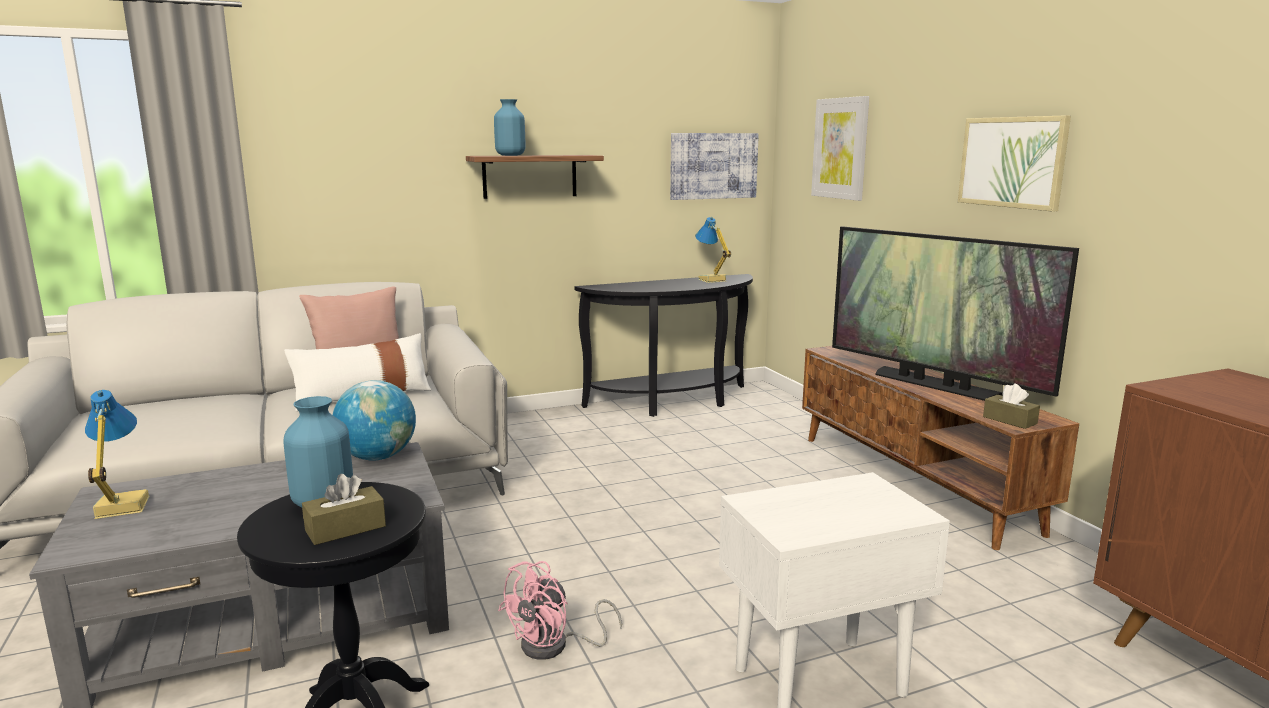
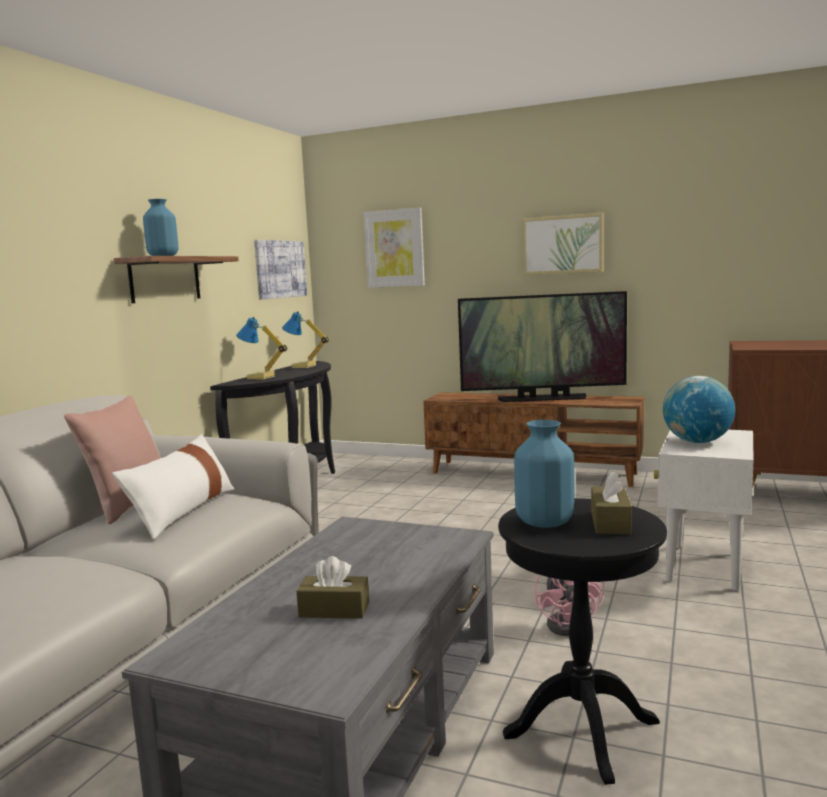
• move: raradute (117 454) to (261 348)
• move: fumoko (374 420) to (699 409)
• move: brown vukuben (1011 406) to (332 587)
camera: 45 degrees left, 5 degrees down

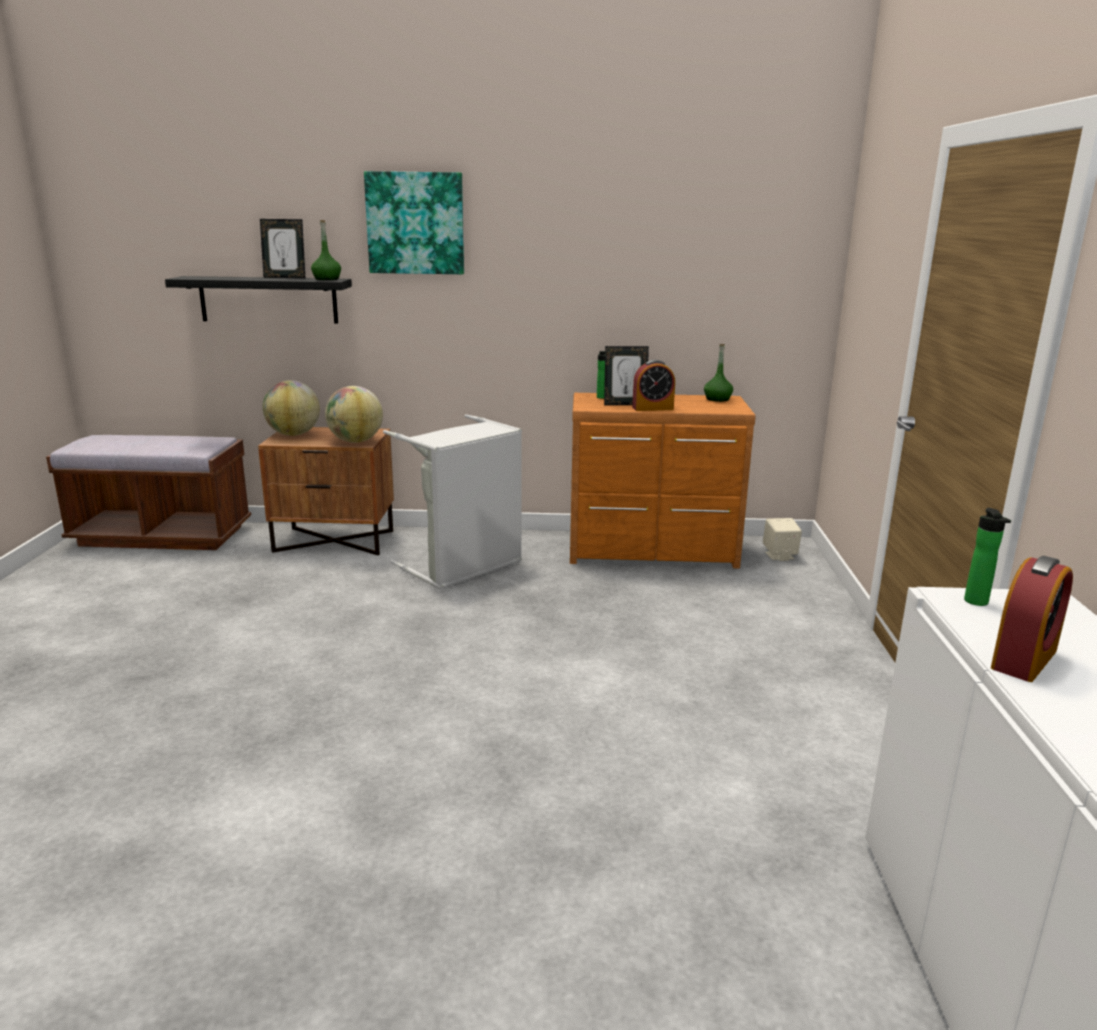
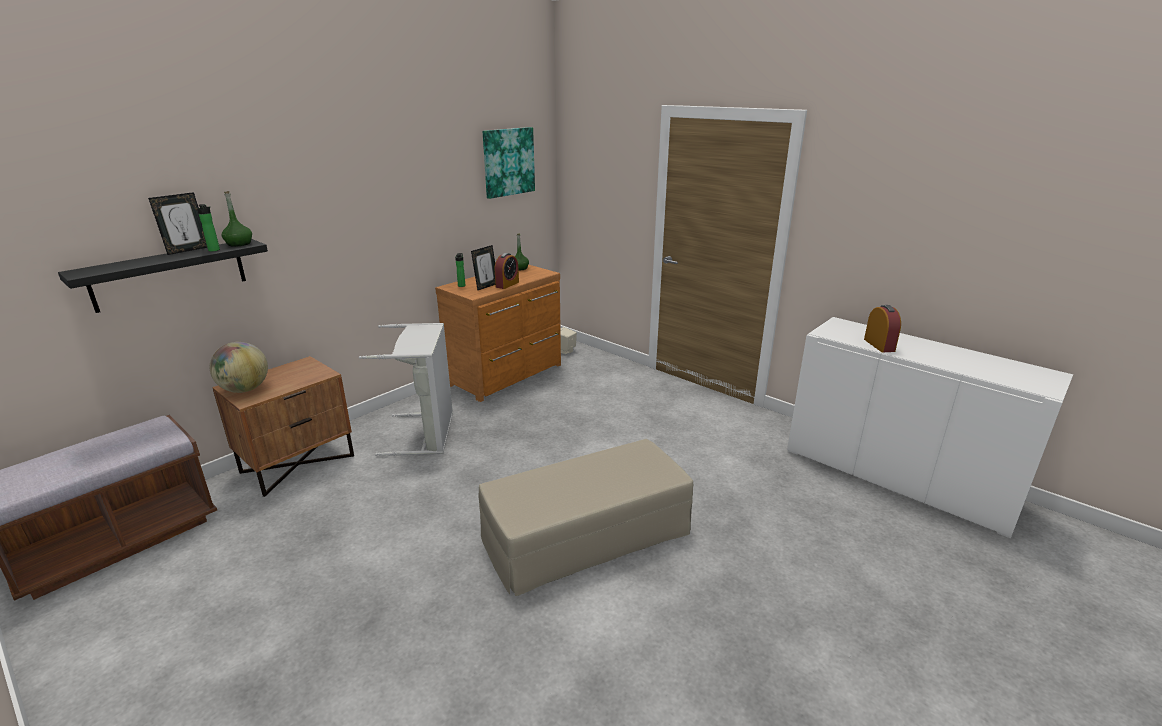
• delete: fumoko (354 414)
• insert: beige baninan (585 517)
• move: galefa (414 223) to (509 163)
• move: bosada (987 557) to (208 227)
camera: 50 degrees left, 5 degrees up

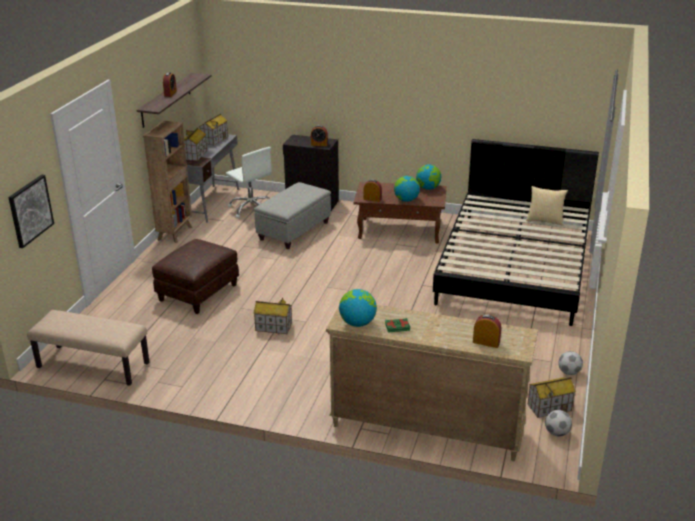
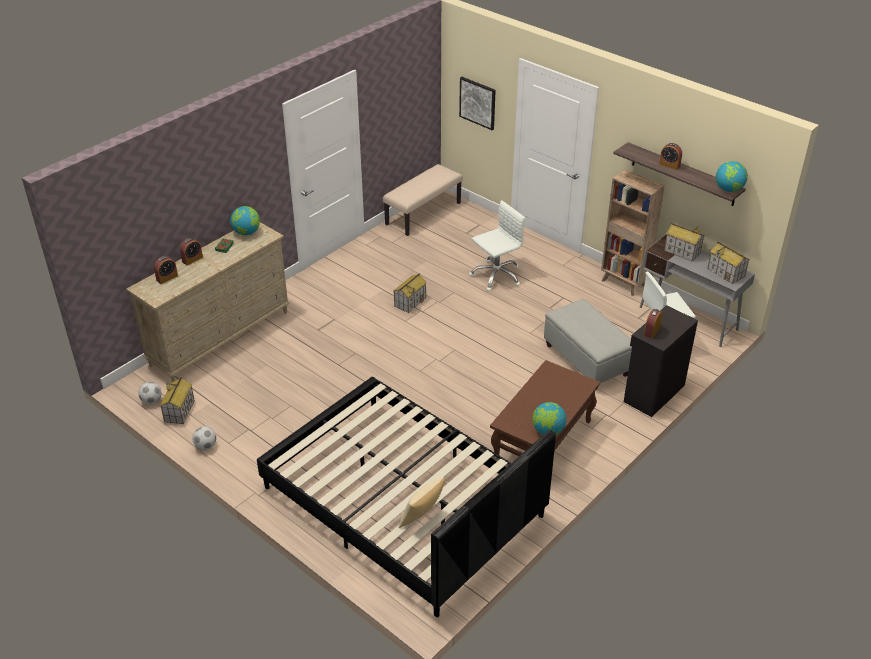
• move: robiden (373 190) to (191 251)
• move: fumoko (407 189) to (732 176)
• replace: brown baninan (195 276) to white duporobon (497 246)
camera: 115 degrees right, 10 degrees up

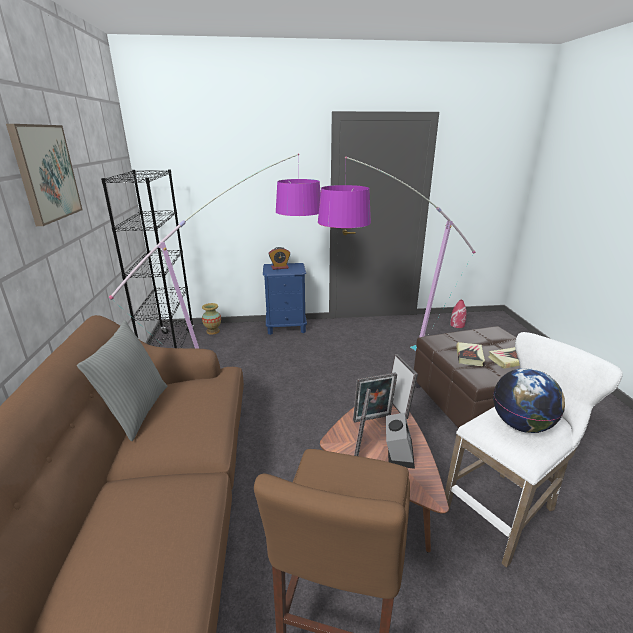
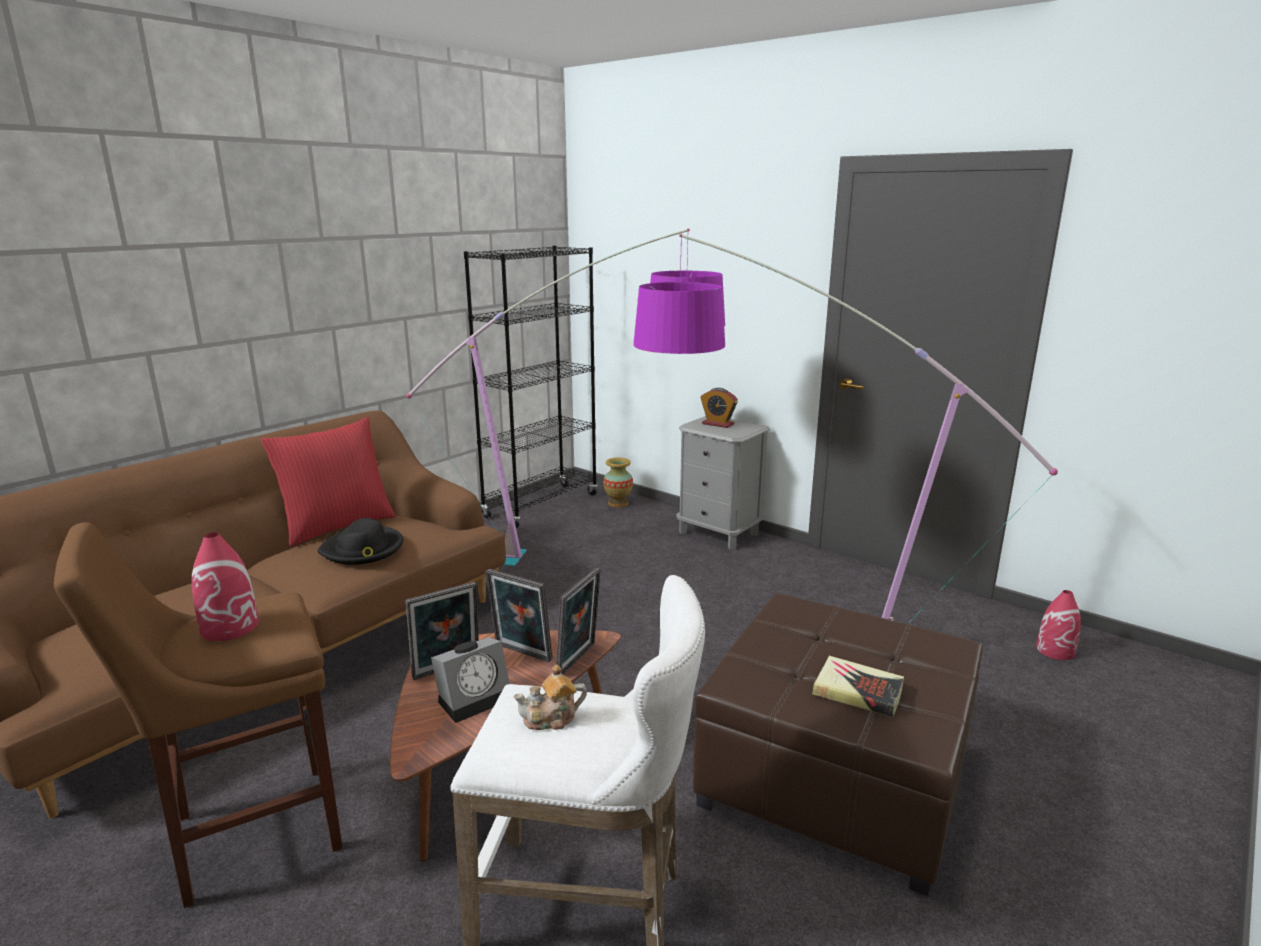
• delete: galefa (44 175)
• delete: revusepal (470 354)
• insert: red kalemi (225 586)
• insert: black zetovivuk (360 541)
• replace: fumoko (529 400) to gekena (550 697)
• recolor: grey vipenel (122 380) to red vipenel (328 481)
• recolor: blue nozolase (285 299) to grey nozolase (723 483)
camera: 45 degrees right, 5 degrees down

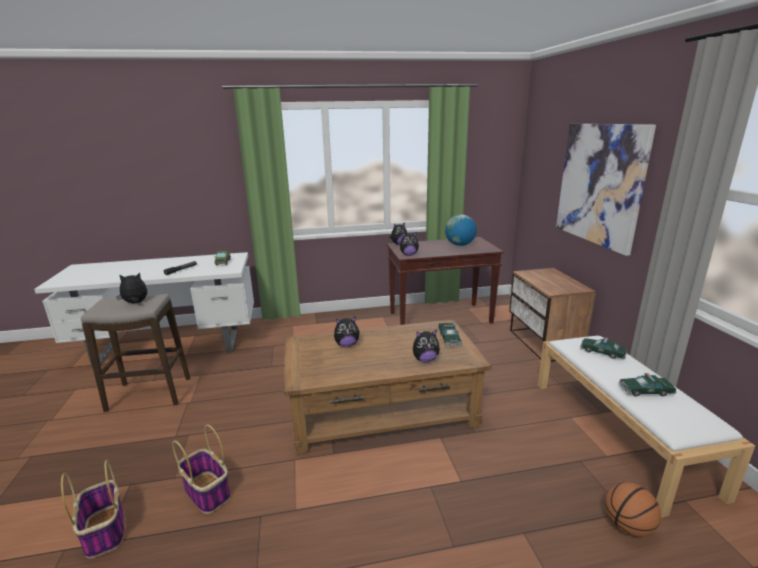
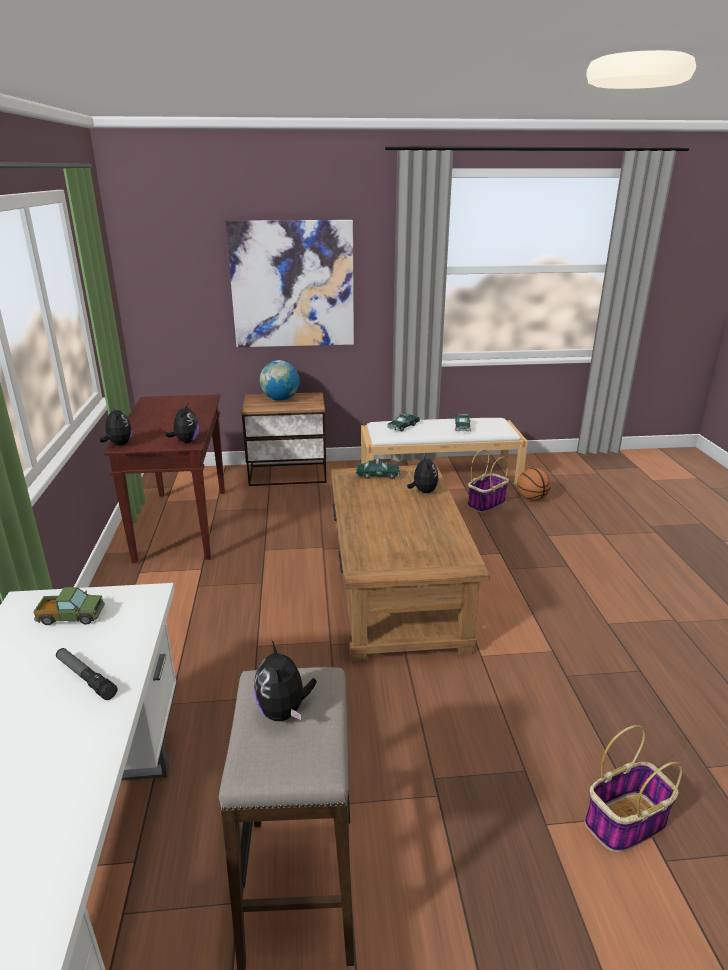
• delete: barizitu (347 332)
• move: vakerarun (201 469) to (488 481)
• move: fumoko (461 230) to (279 380)
camera: 85 degrees left, 5 degrees up

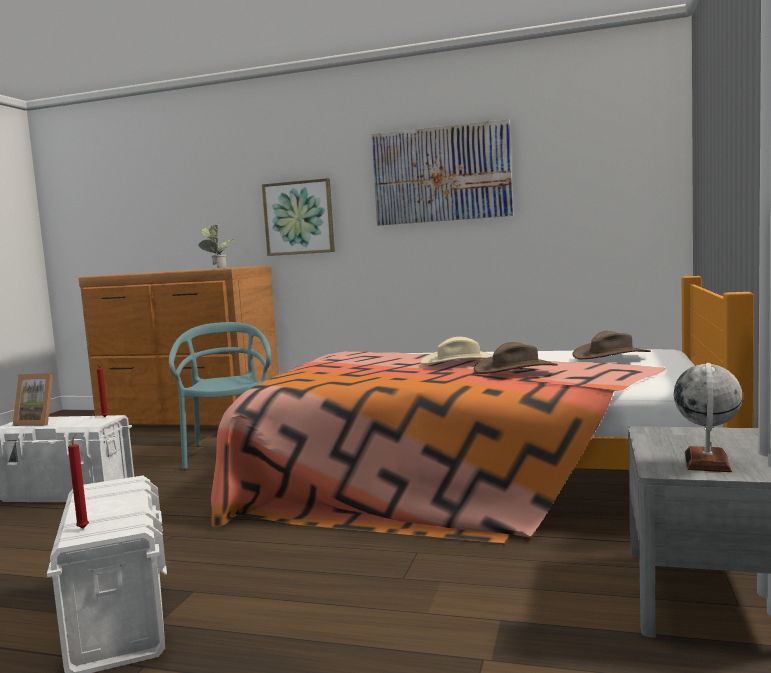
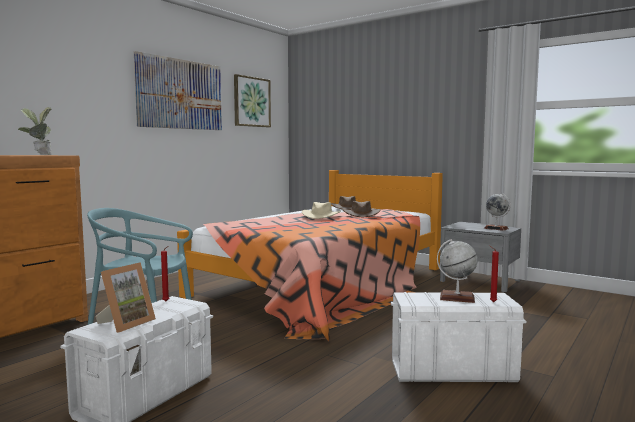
• insert: fumoko (457 271)
• move: galefa (298 217) to (252 100)
camera: 70 degrees left, 0 degrees up

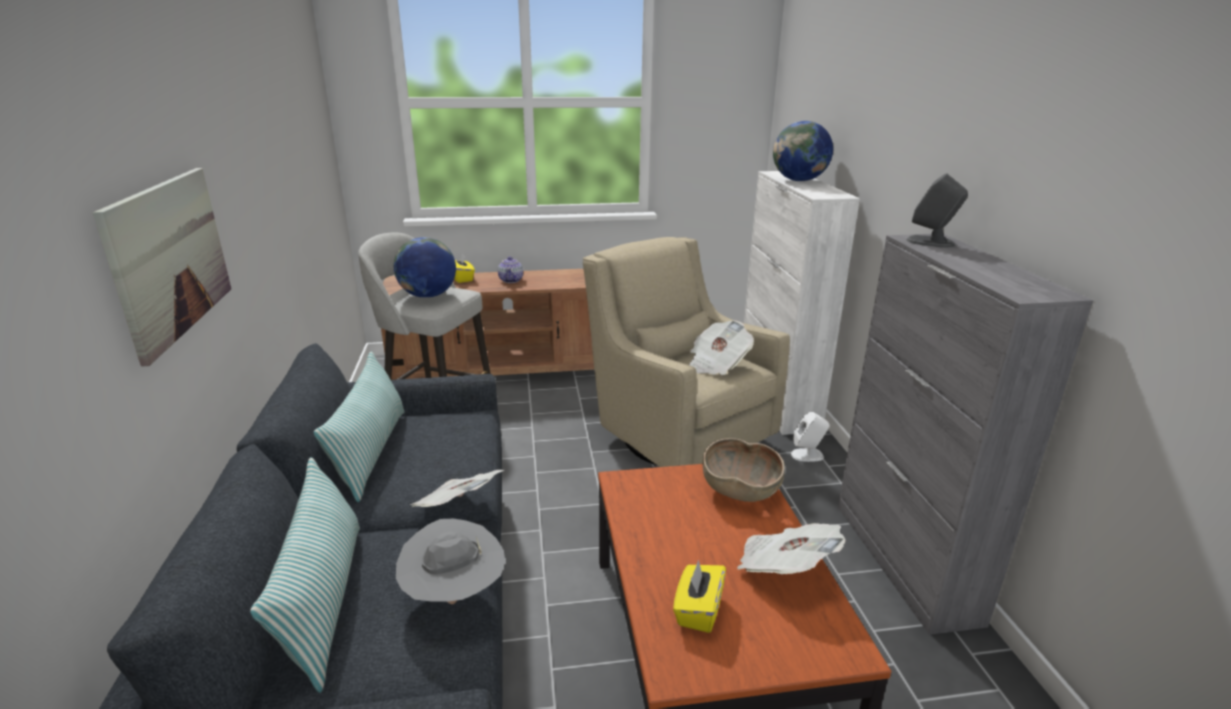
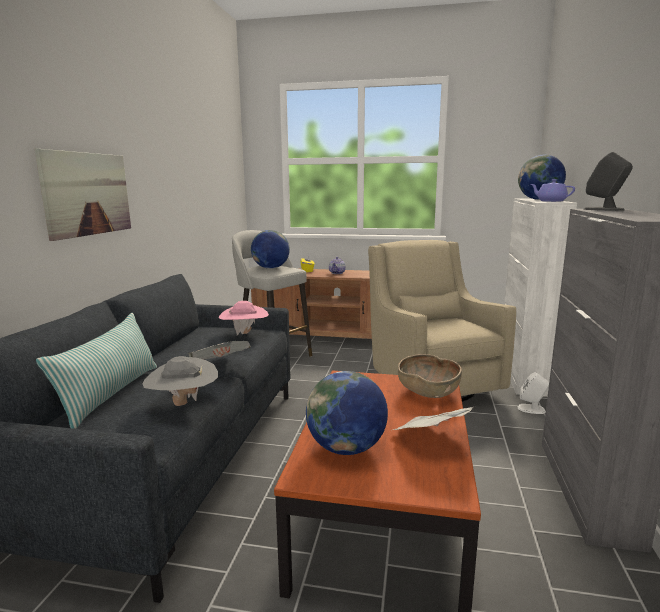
• delete: vipenel (359 426)
• delete: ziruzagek (721 347)
• insert: pink zetovivuk (244 318)
• insert: purple gekena (553 190)
• replace: yellow vukuben (699 596) to fumoko (347 413)
camera: 20 degrees right, 10 degrees down

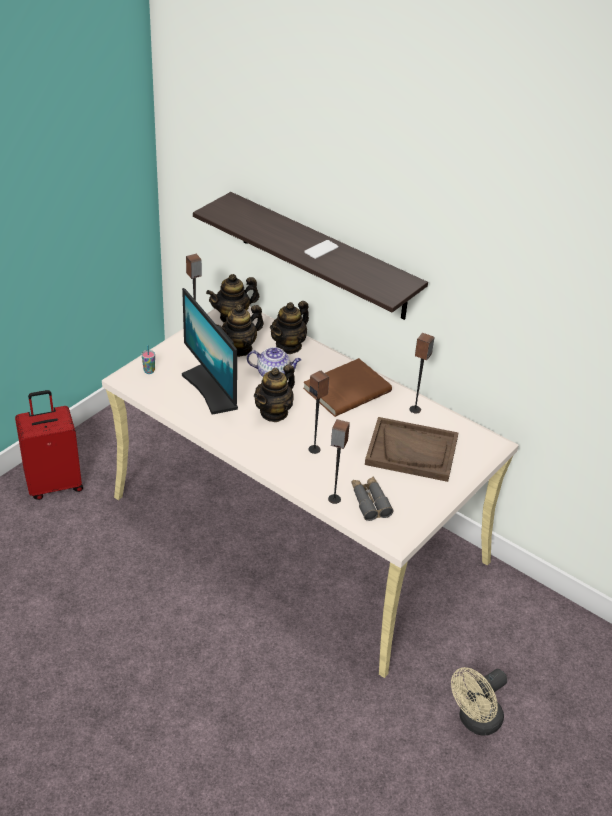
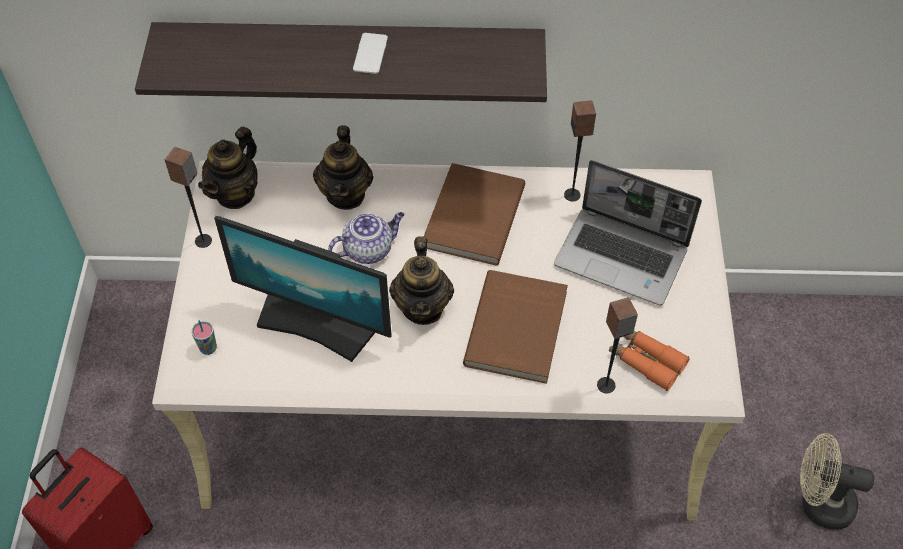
• delete: gekena (240 331)
• replace: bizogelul (318 412) to brown revusepal (515 327)
• replace: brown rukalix (411 449) to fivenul (628 232)
• recolor: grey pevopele (373 498) to orange pevopele (649 361)
• rotate: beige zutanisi (479 701) = (837 481) 90 degrees clockwise
camera: 35 degrees left, 15 degrees up

